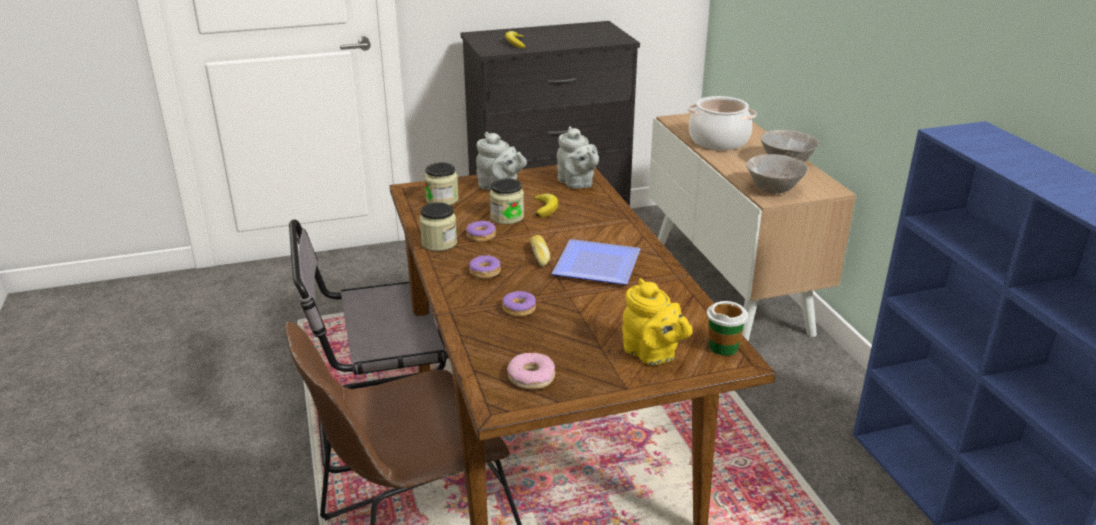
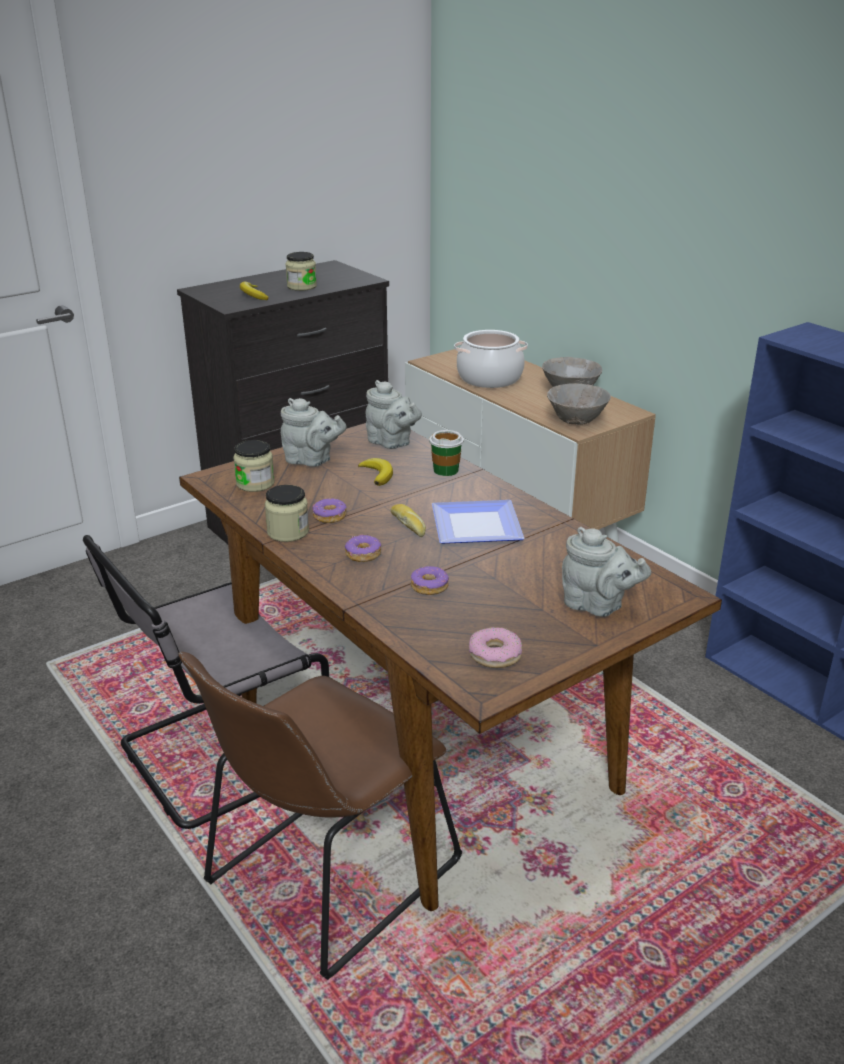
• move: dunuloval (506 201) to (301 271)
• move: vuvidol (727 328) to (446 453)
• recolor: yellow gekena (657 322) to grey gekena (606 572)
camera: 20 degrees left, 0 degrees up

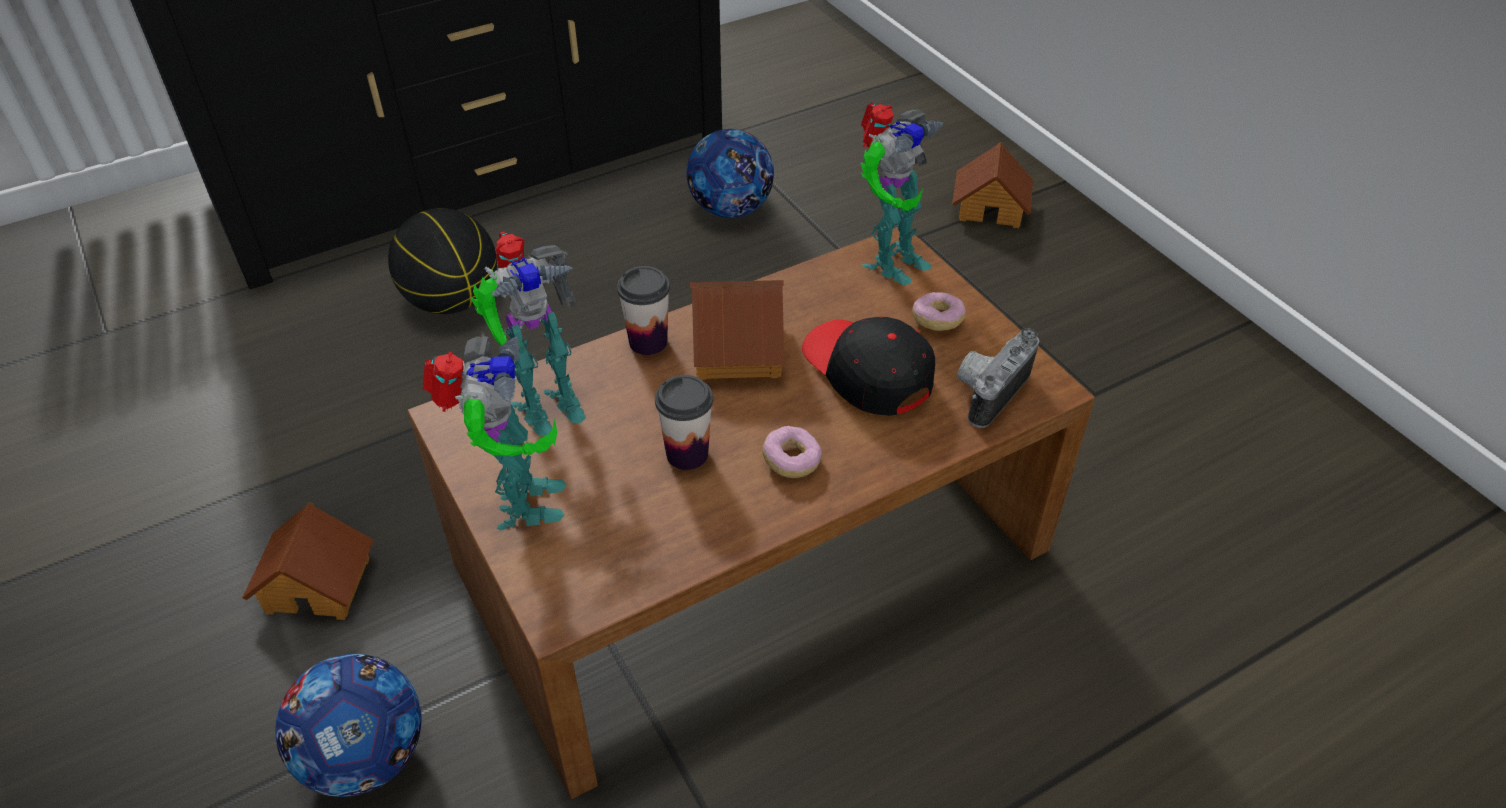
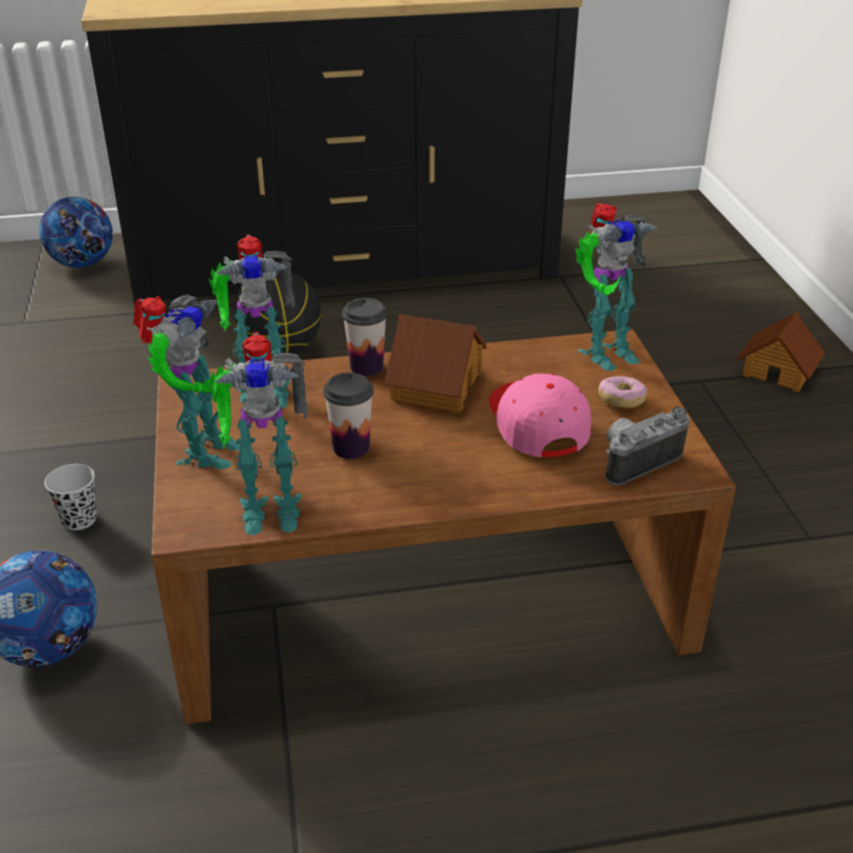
• delete: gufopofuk (792 452)
• insert: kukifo (258 433)
• move: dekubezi (730 173) to (76 232)
• replace: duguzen (308 561) to black vuvidol (70 497)
• recolor: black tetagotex (868 366) to pink tetagotex (540 416)
camera: 20 degrees right, 10 degrees down

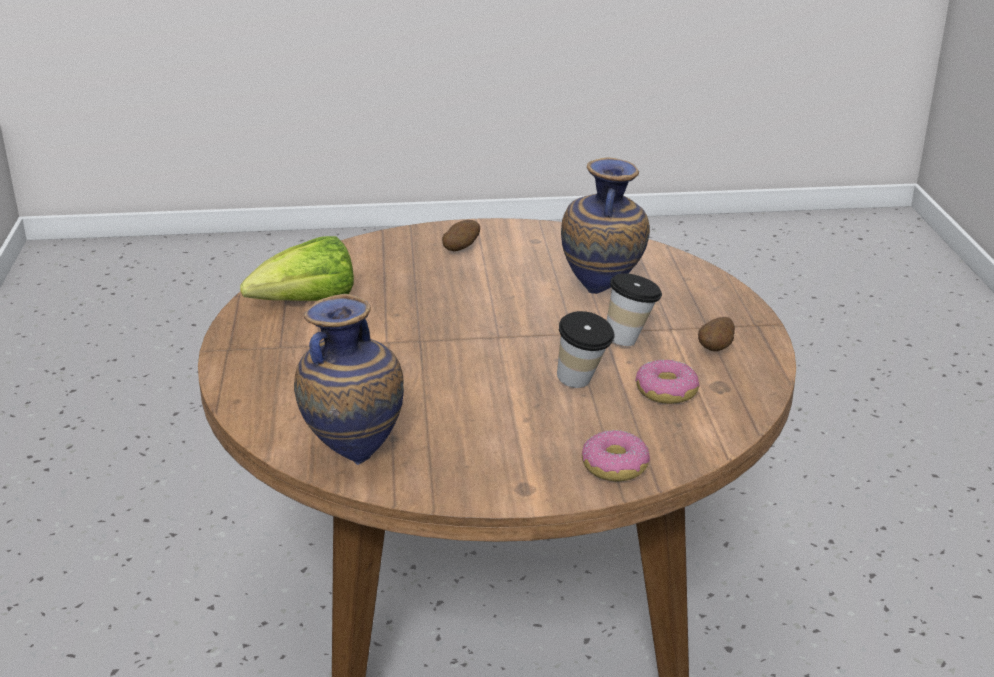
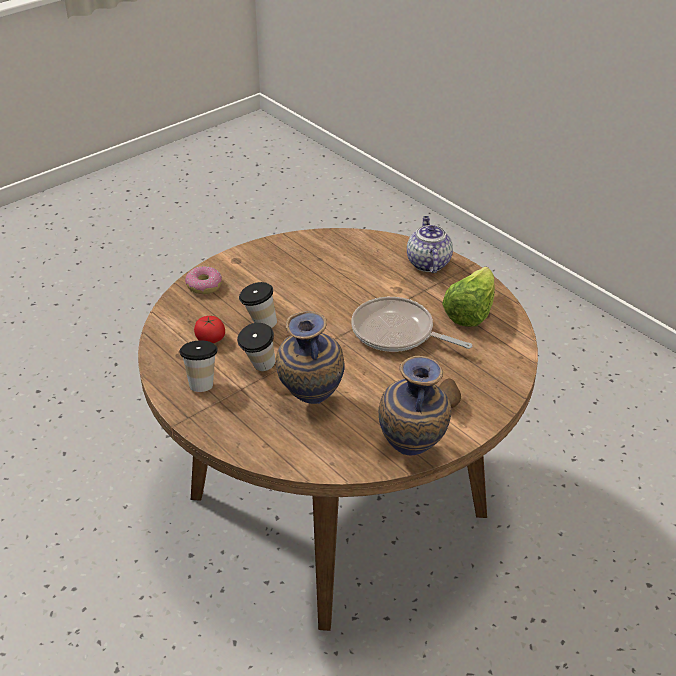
• insert: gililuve (411 324)
• insert: gekena (430 244)
• move: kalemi (349 379) to (415 406)
• replace: gufopofuk (667 381) to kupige (209 329)
• replace: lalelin (716 334) to vuvidol (199 366)
camera: 145 degrees right, 10 degrees up

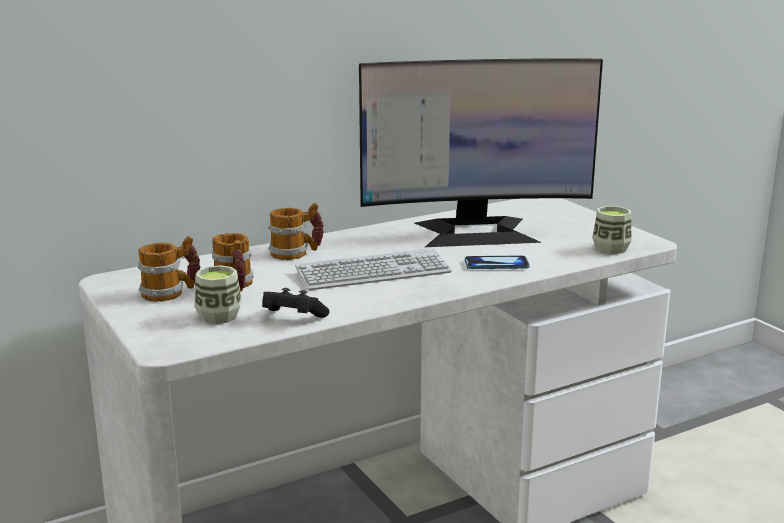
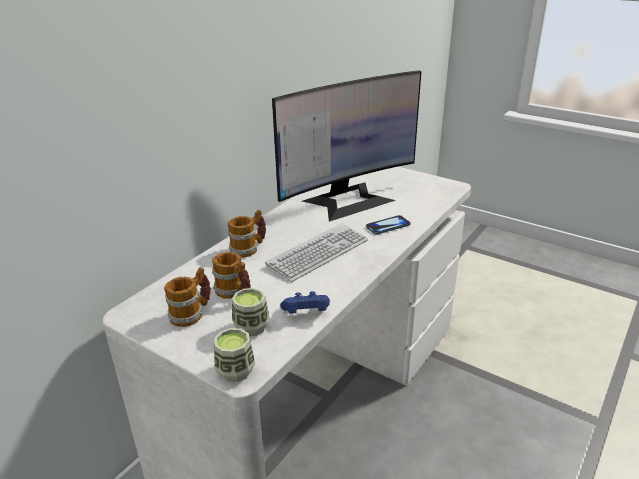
• move: vuvidol (612 230) to (234 355)
• recolor: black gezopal (296 303) to blue gezopal (305 302)
camera: 25 degrees left, 10 degrees up

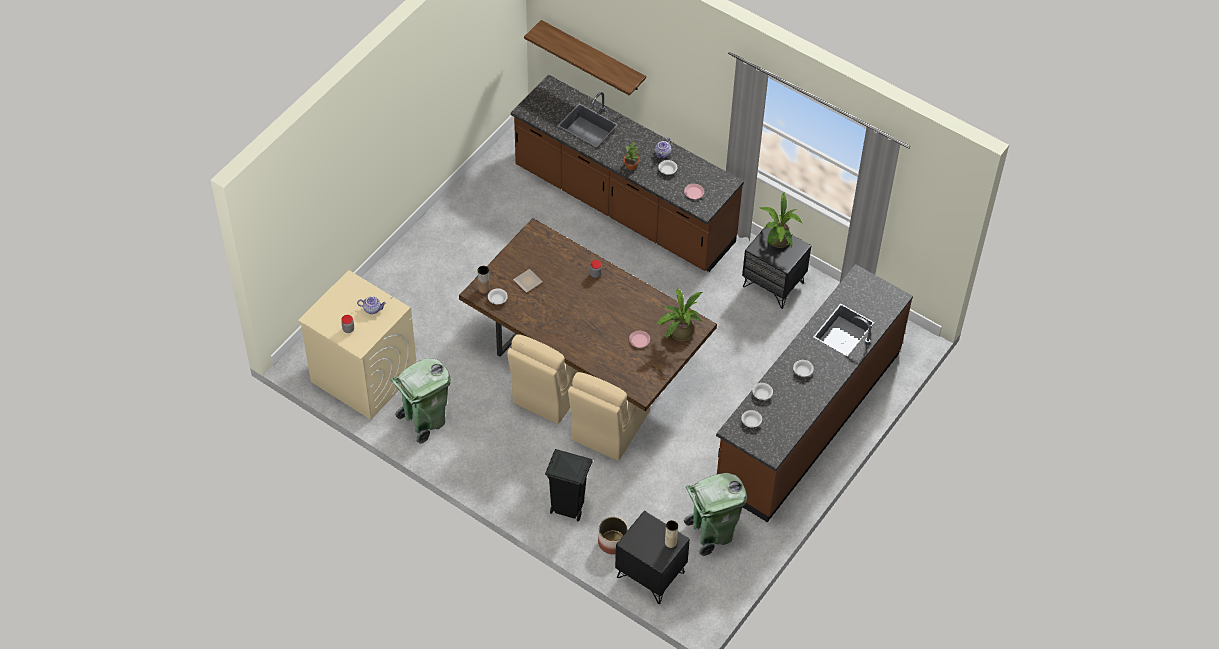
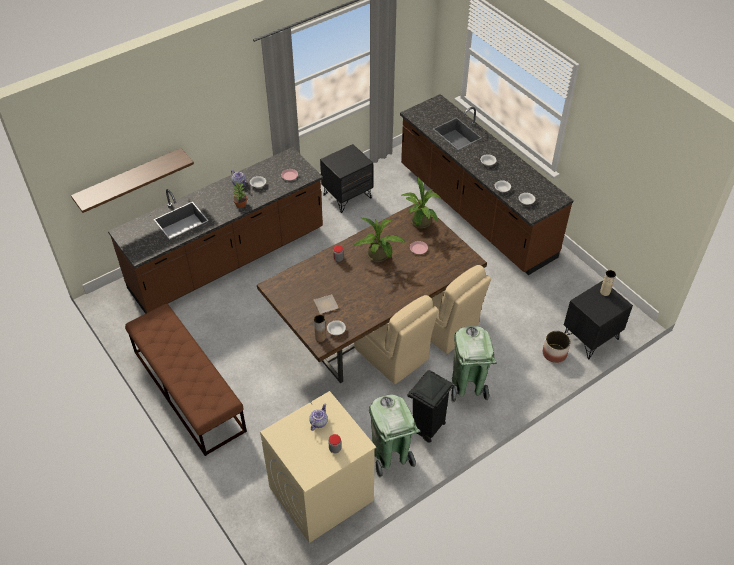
• insert: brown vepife (186 380)
• move: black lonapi (569 485) to (430 406)
• move: green lonapi (715 514) to (474 364)
• move: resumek (781 220) to (379 240)
camera: 70 degrees left, 5 degrees down

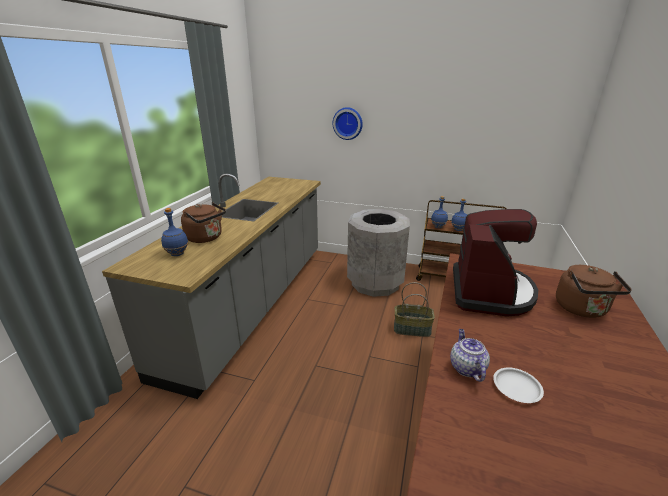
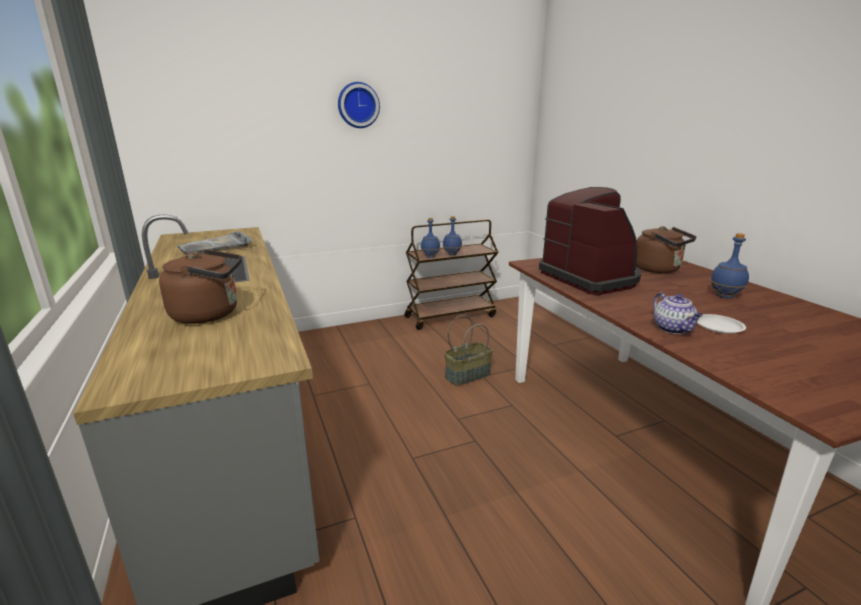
• delete: grey lonapi (378 253)
• insert: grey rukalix (214 243)
• move: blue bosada (175 232) to (729 265)
• move: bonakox (347 123) to (359 105)
• rotate: gekena (470 355) = (678 313) 150 degrees counterclockwise
camera: 40 degrees left, 5 degrees down

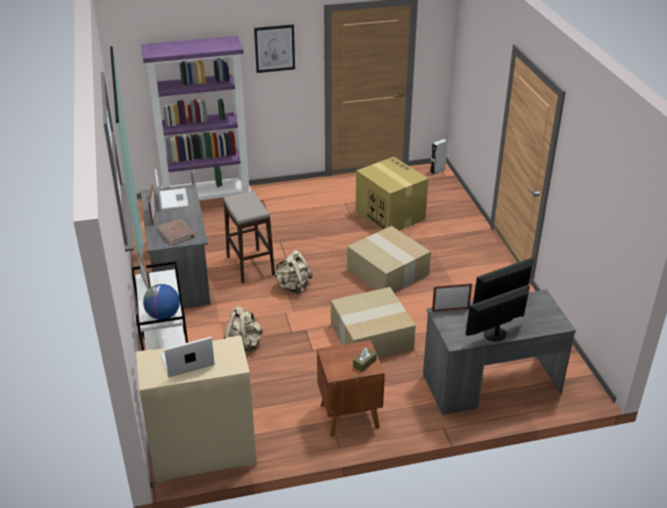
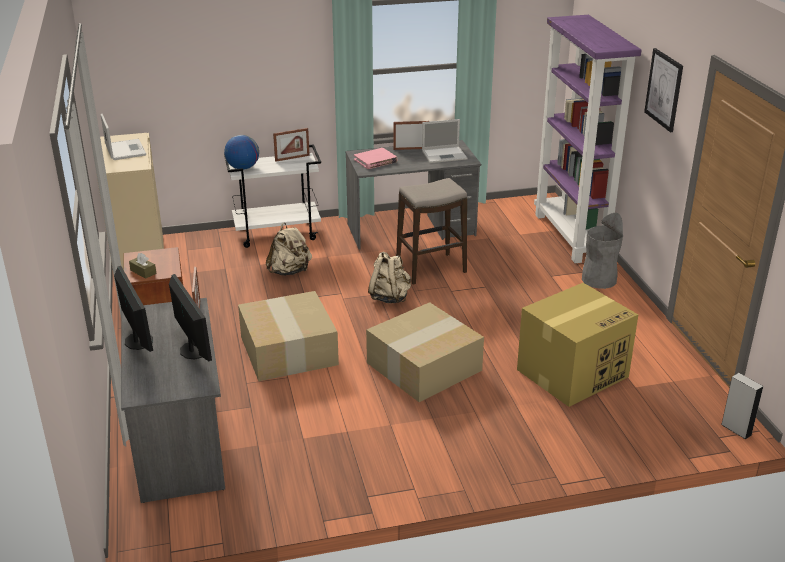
• insert: grey lonapi (602 251)
• recolor: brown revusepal (176 232) to pink revusepal (376 158)
camera: 90 degrees right, 5 degrees down

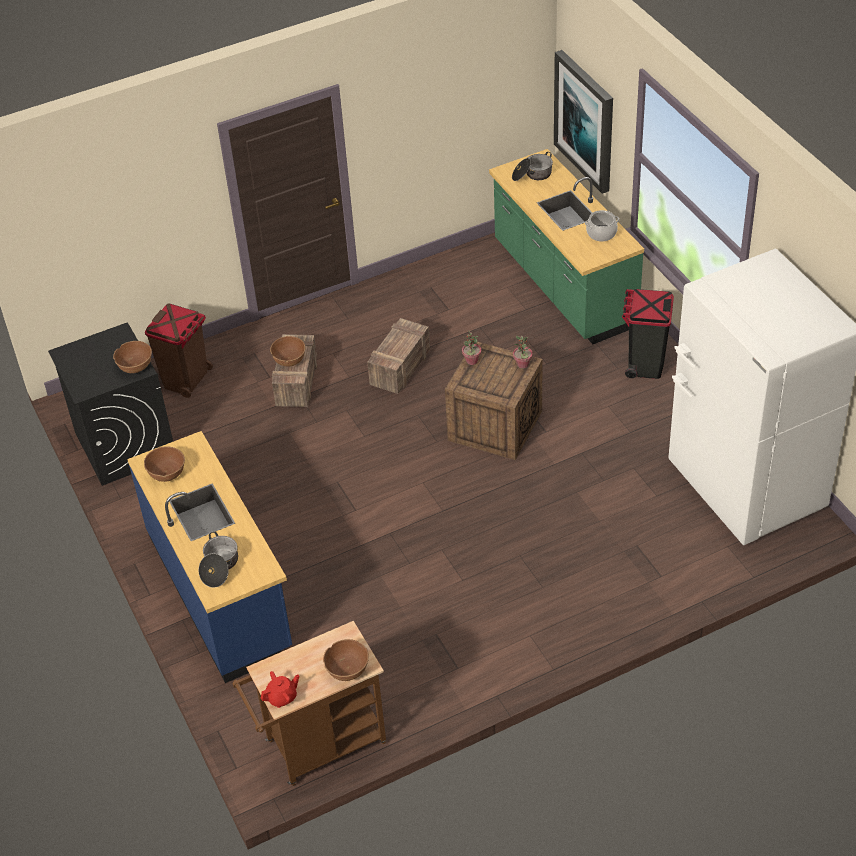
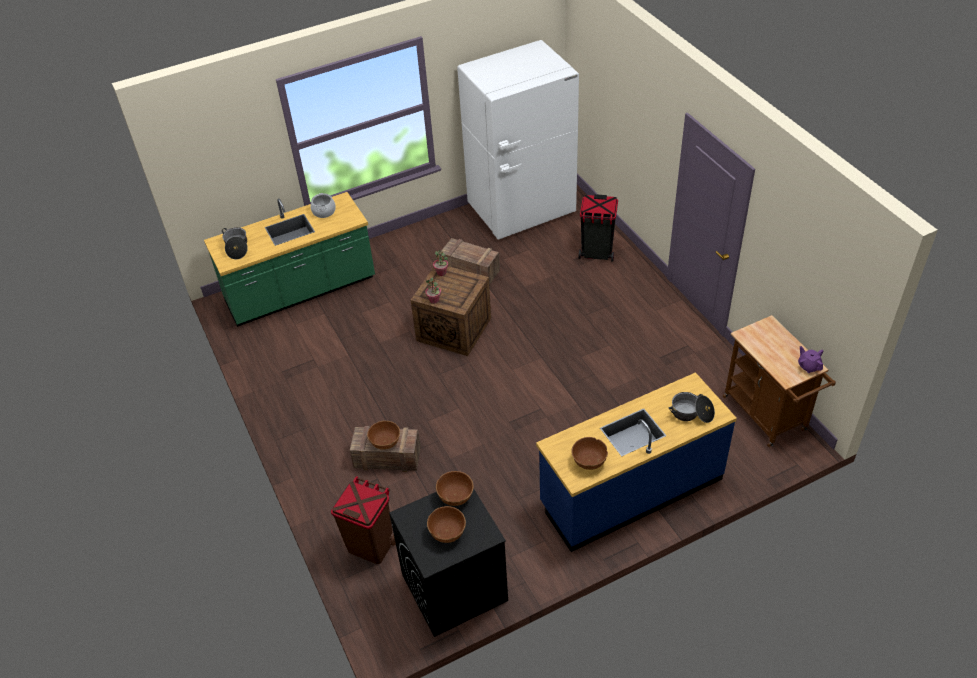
• delete: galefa (583 122)
• move: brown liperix (346 660) to (446 524)
• move: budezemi (398 356) to (470 261)
• move: black lonapi (648 334) to (598 227)
• recolor: red gekena (280 689) to purple gekena (810 359)
camera: 90 degrees left, 0 degrees up

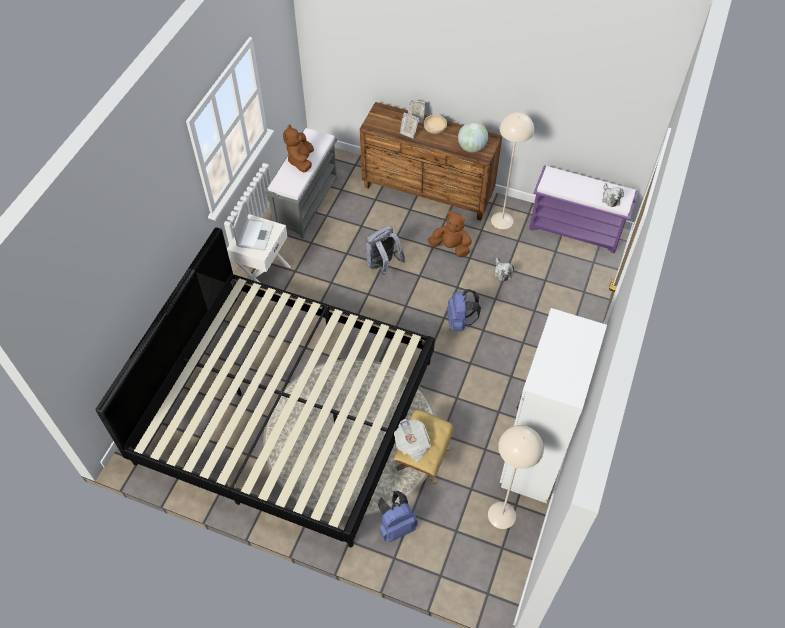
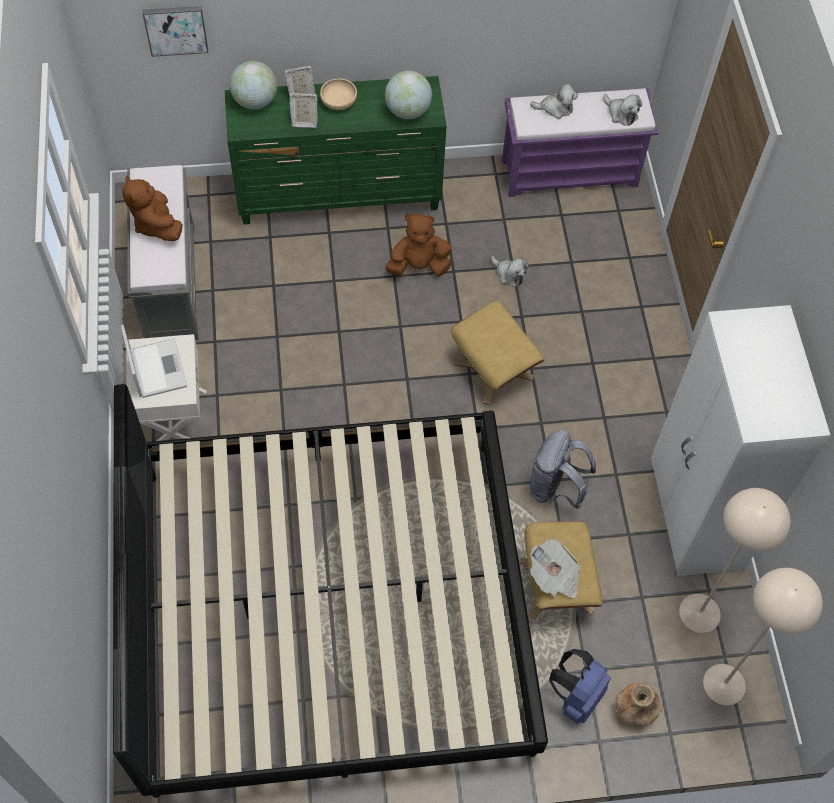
• insert: galefa (175 31)
• insert: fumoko (253 85)
• insert: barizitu (554 101)
• insert: brown kalemi (639 705)
• move: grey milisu (386 250) to (563 469)
• move: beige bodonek (512 170) to (763 636)
• replace: blue milisu (464 310) to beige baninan (498 353)
• recolor: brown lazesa (431 161) to green lazesa (336 150)
camera: 30 degrees left, 5 degrees up

